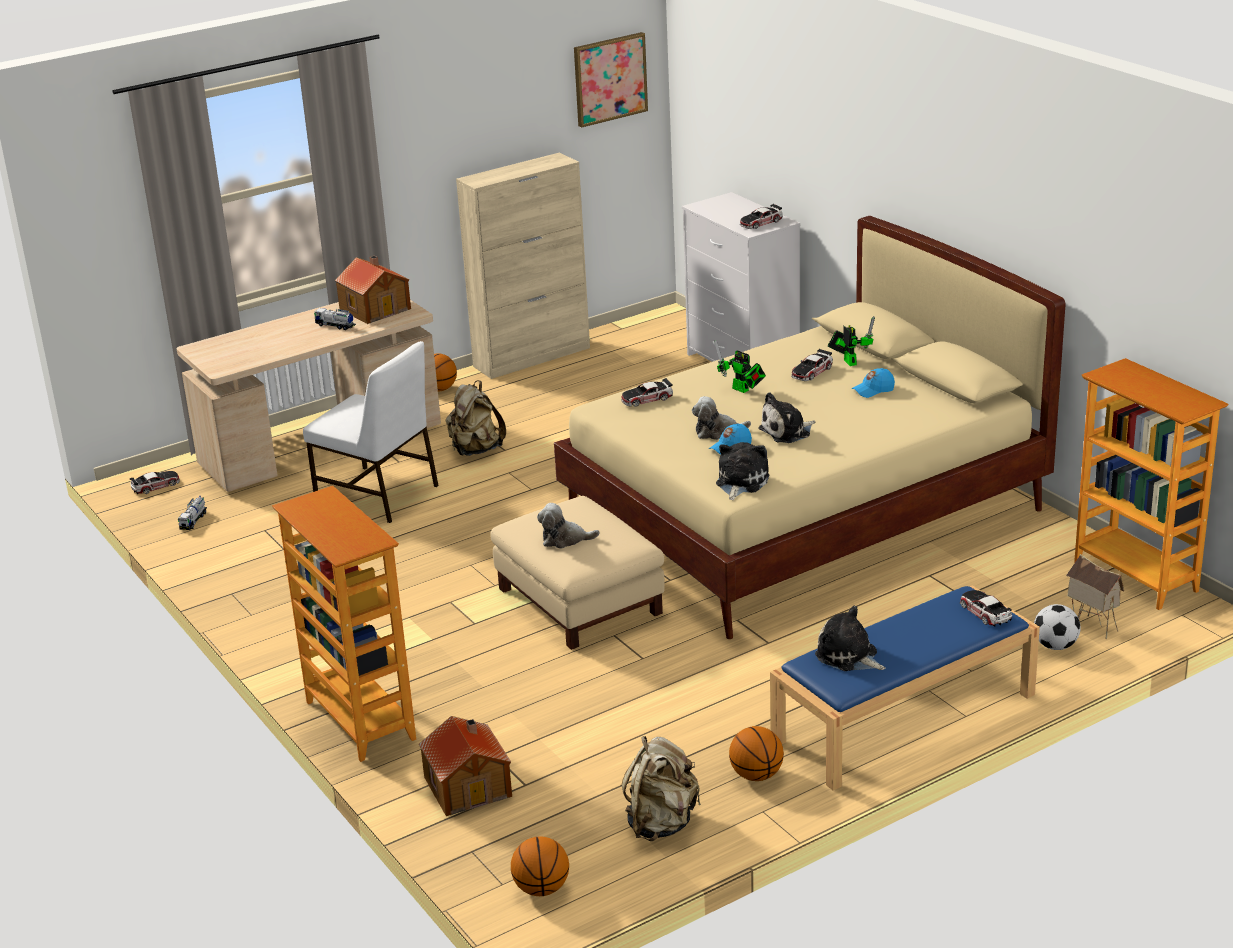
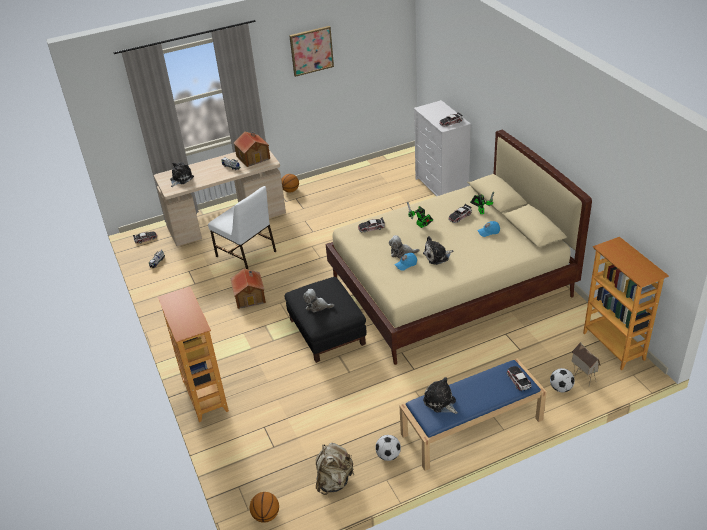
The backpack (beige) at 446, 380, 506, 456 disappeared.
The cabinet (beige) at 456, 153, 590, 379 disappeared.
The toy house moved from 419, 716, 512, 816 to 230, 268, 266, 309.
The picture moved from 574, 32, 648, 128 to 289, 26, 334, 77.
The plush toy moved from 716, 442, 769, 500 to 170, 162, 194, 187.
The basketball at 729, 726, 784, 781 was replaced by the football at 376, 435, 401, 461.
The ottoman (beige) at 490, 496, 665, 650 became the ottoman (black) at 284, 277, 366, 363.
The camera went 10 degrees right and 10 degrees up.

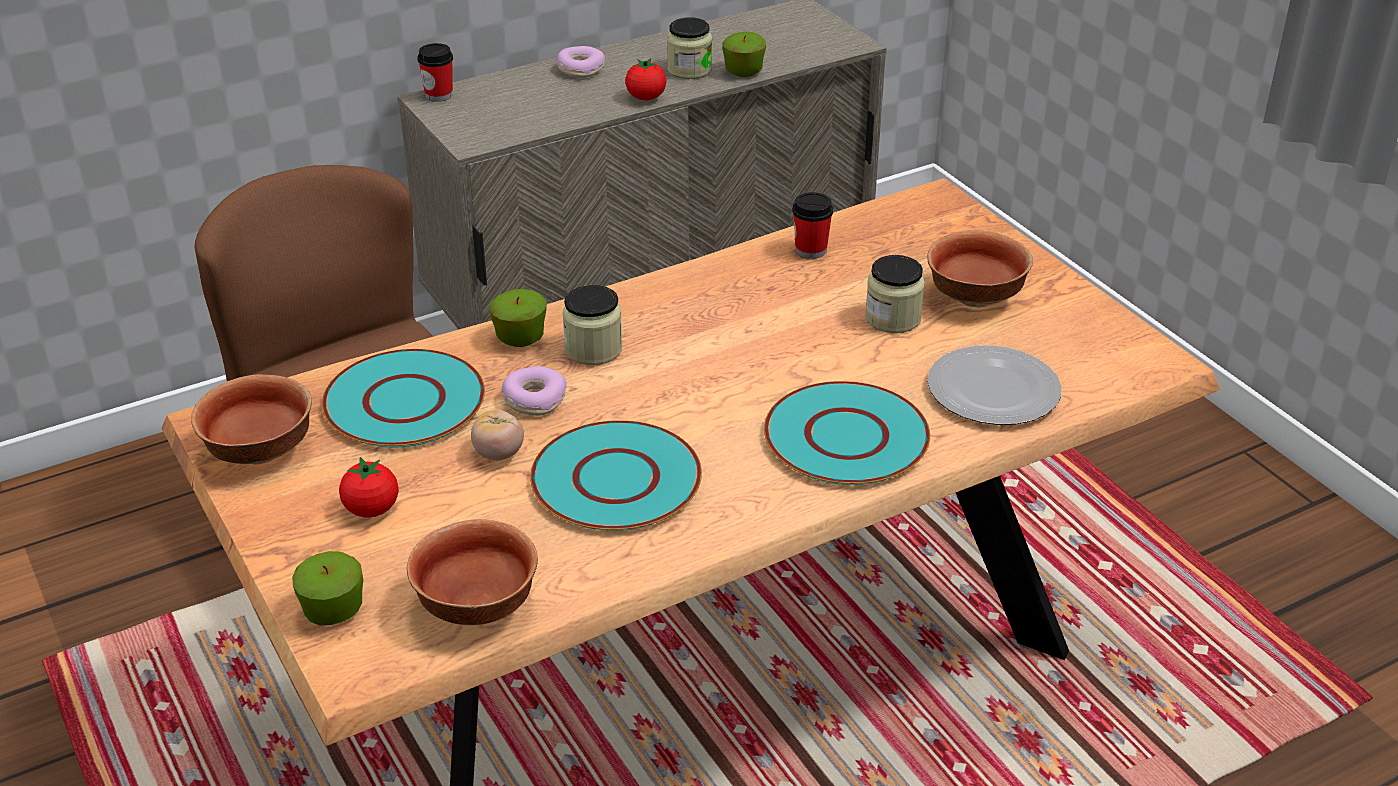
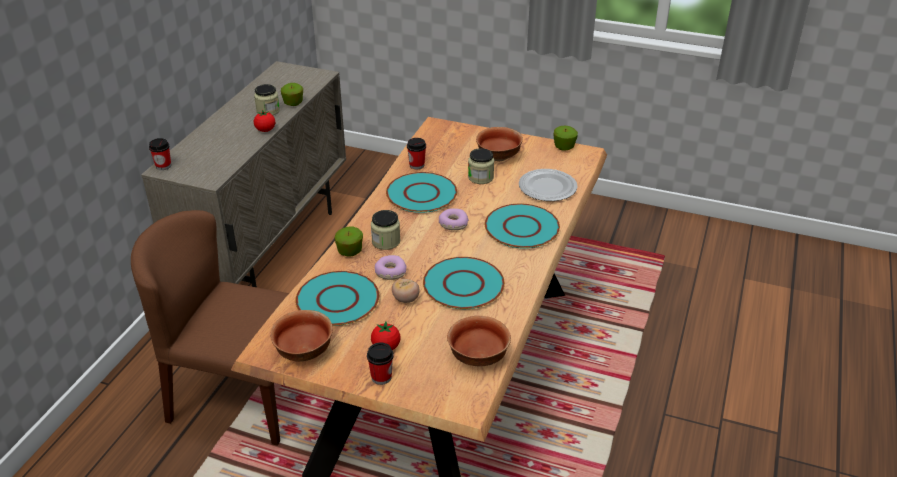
The cup at 367, 343, 394, 385 appeared.
The plate (turquoise) at 386, 172, 457, 213 appeared.
The apple moved from 292, 551, 363, 625 to 553, 126, 578, 151.
The donut moved from 556, 46, 605, 78 to 439, 208, 469, 230.
The camera went 40 degrees left and 0 degrees up.

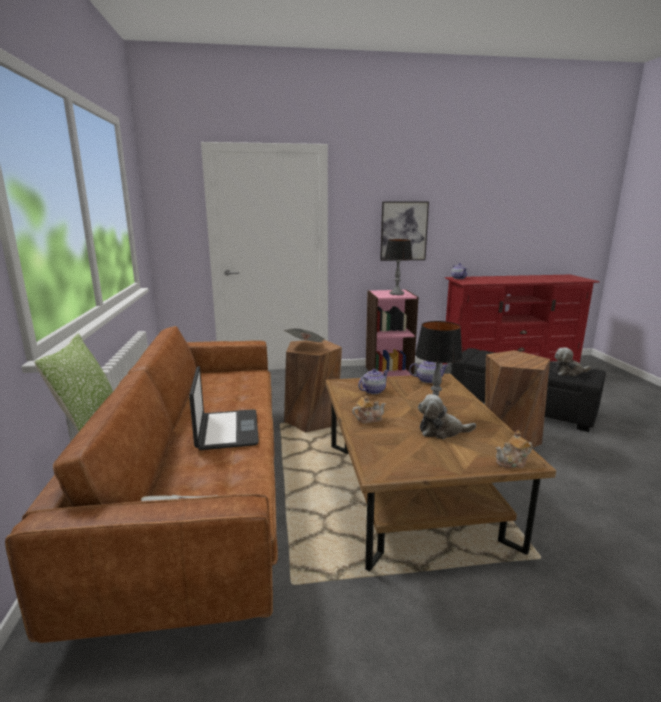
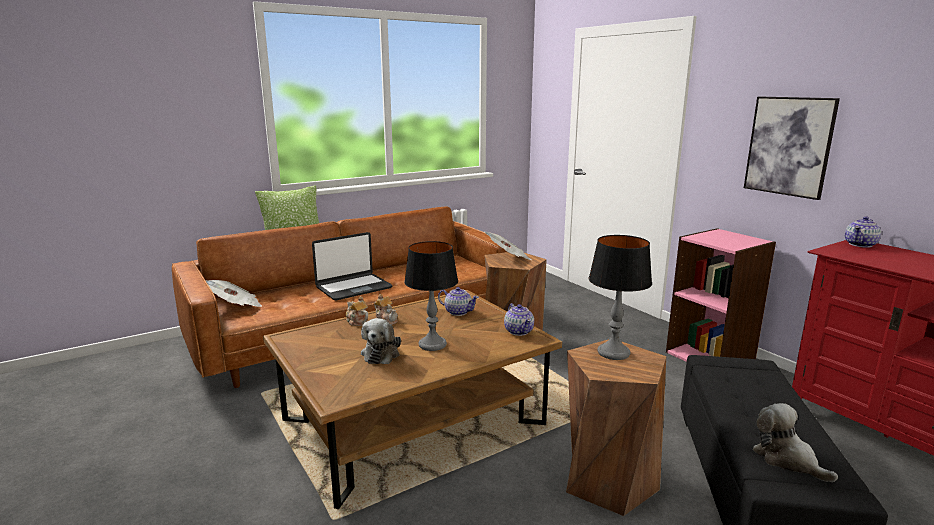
The table lamp moved from 385, 239, 412, 295 to 589, 235, 652, 360.
The teapot moved from 496, 430, 533, 468 to 346, 296, 368, 326.
The plush toy at 418, 394, 476, 439 turned 150 degrees counterclockwise.
The camera went 65 degrees right and 0 degrees up.

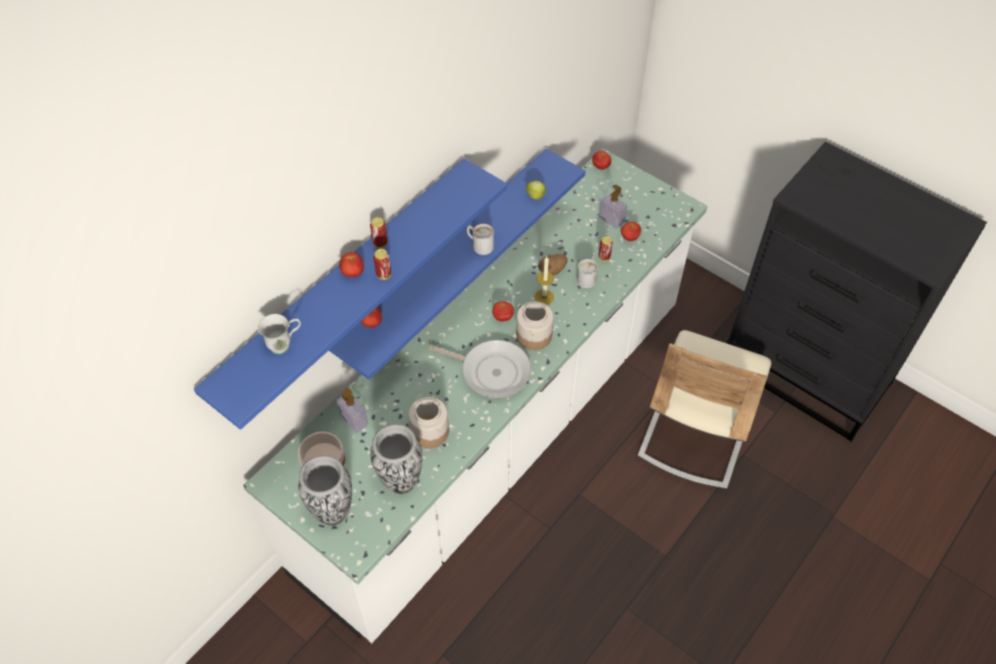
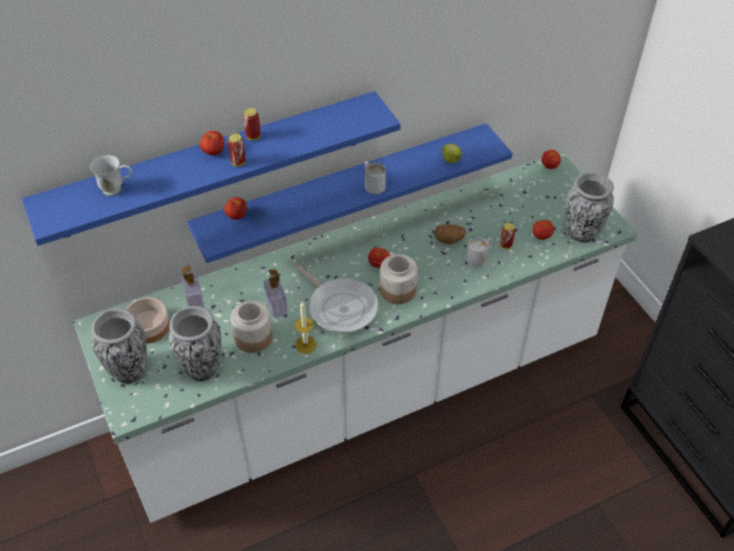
The chair (beige) at 637, 330, 771, 489 disappeared.
The vase at 565, 172, 614, 243 appeared.
The candle moved from 535, 257, 554, 305 to 295, 301, 317, 354.
The soap dispenser moved from 599, 184, 627, 229 to 264, 269, 288, 318.
The camera went 25 degrees right and 5 degrees down.

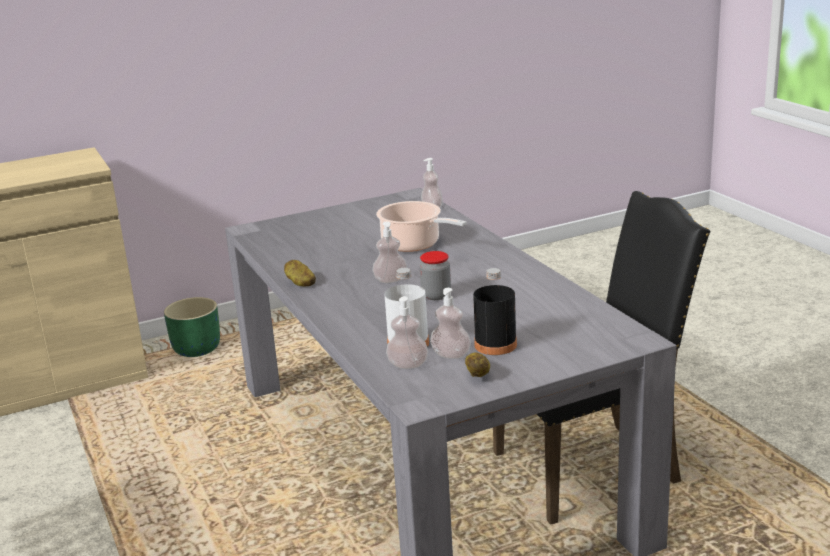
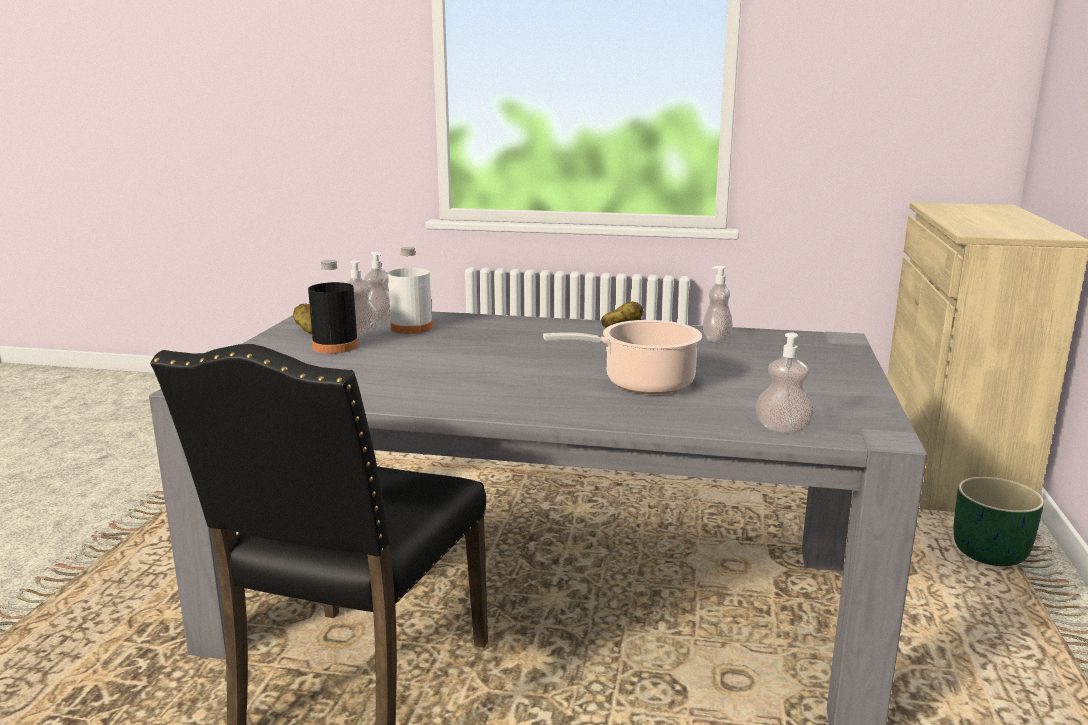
The jar at 420, 251, 451, 300 disappeared.
The soap dispenser moved from 372, 221, 407, 283 to 703, 266, 733, 342.
The camera went 125 degrees right and 5 degrees down.

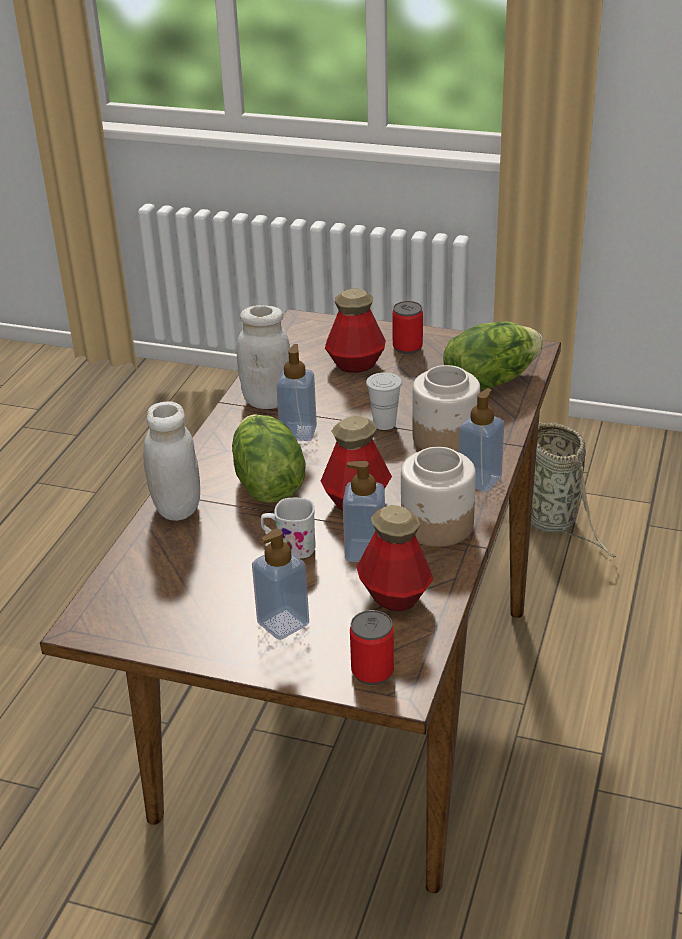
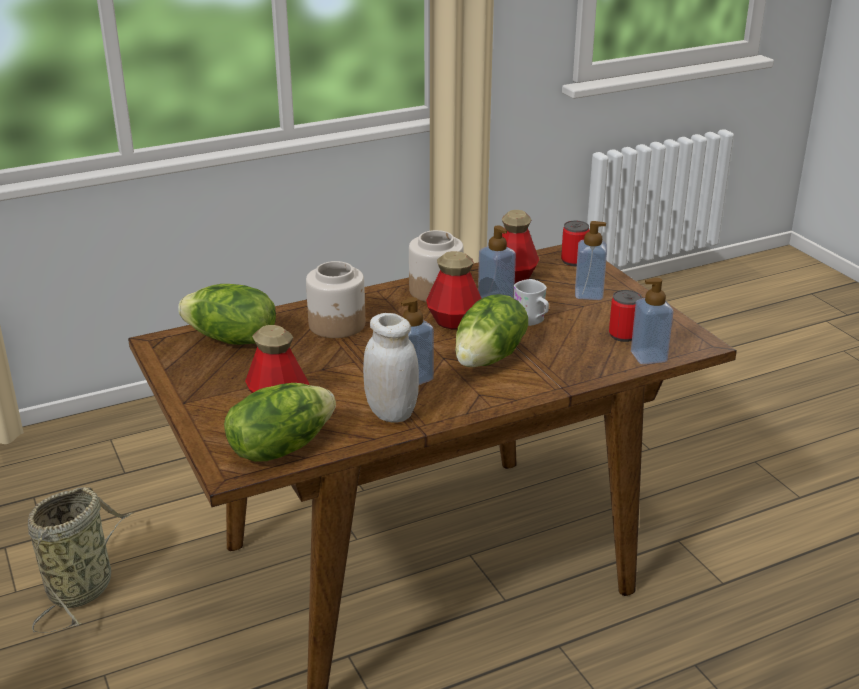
The jar (white) at 143, 401, 200, 521 disappeared.
The cup (white) at 366, 372, 402, 430 disappeared.
The lettuce at 224, 383, 336, 462 appeared.
The can moved from 392, 301, 423, 354 to 609, 290, 642, 342.
The soap dispenser moved from 459, 388, 504, 492 to 631, 278, 673, 364.
The camera went 135 degrees left and 5 degrees down.

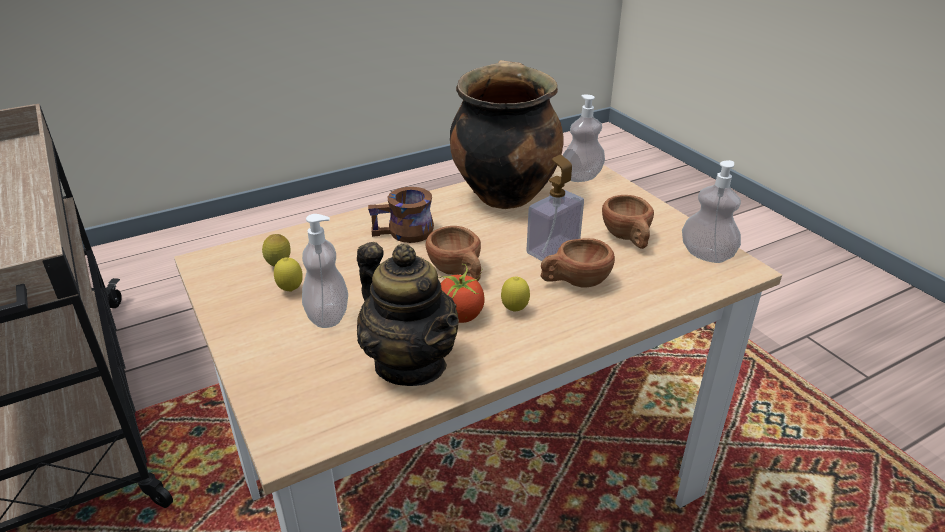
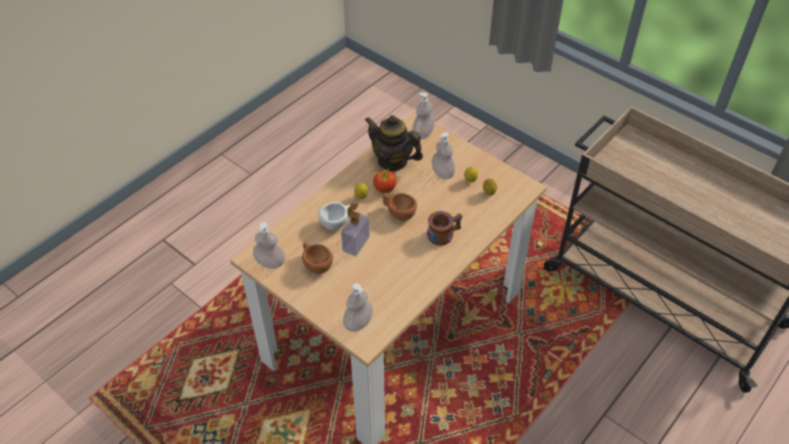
The cooking pot at 450, 60, 564, 209 disappeared.
The soap dispenser at 413, 92, 435, 139 appeared.
The cup (brown) at 541, 238, 615, 288 became the cup (white) at 318, 202, 355, 230.
The camera went 160 degrees right and 15 degrees up.

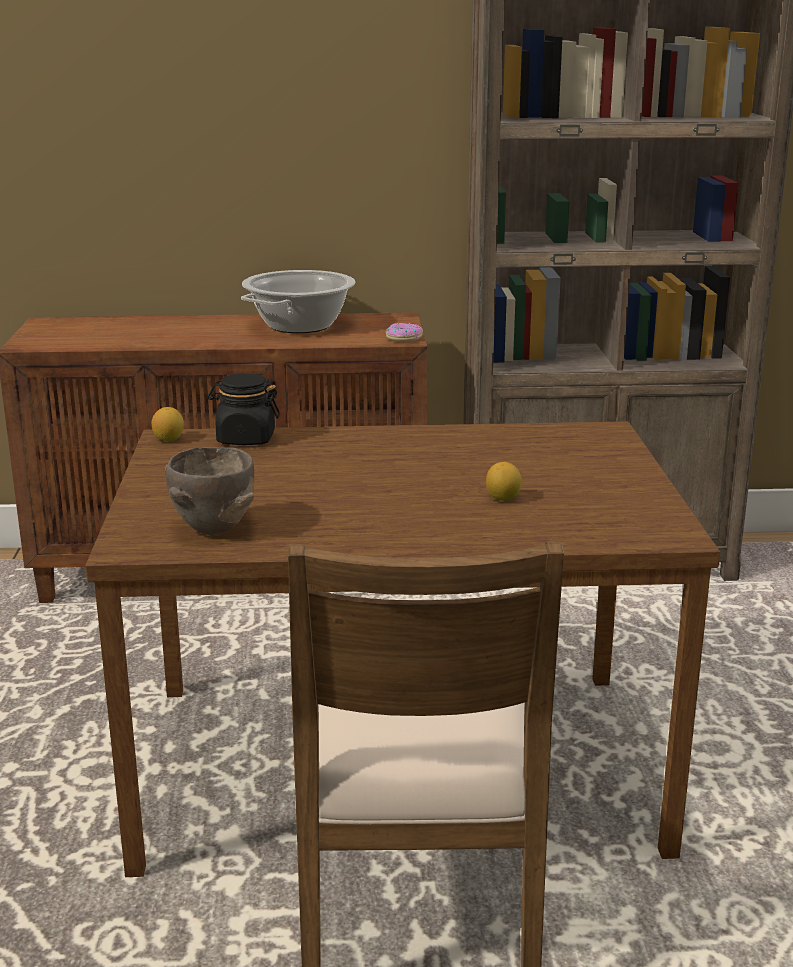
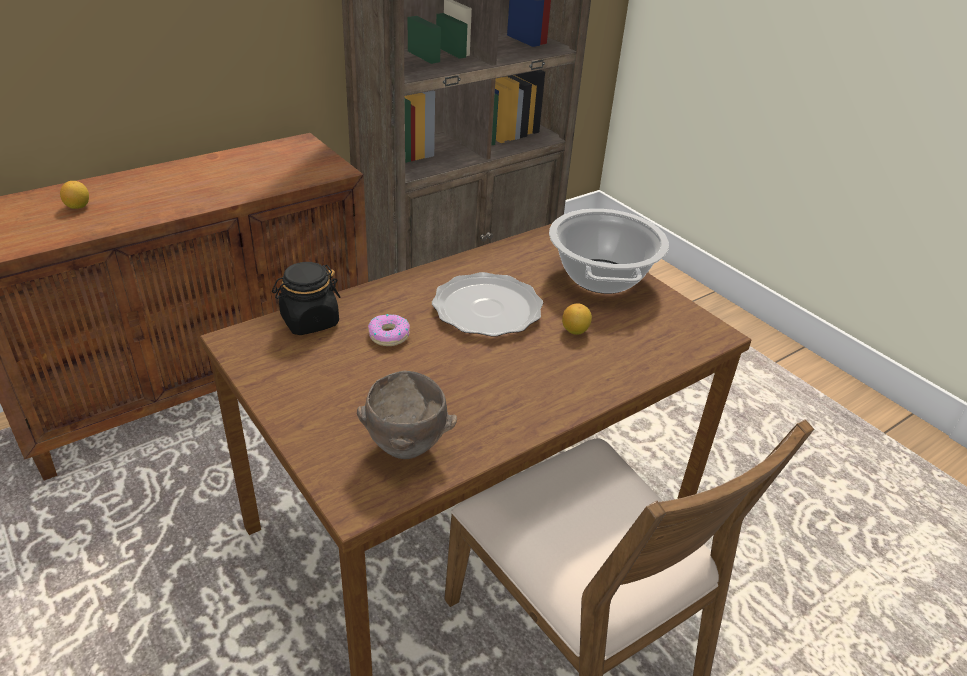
The plate at 432, 272, 543, 336 appeared.
The lemon moved from 152, 407, 184, 441 to 60, 181, 89, 209.
The cooking pot moved from 241, 270, 355, 333 to 549, 209, 669, 294.
The donut moved from 386, 323, 423, 342 to 368, 314, 410, 346.
The camera went 35 degrees left and 15 degrees up.

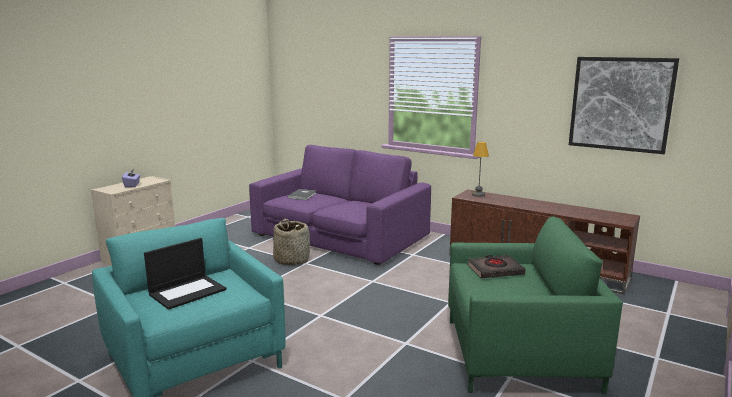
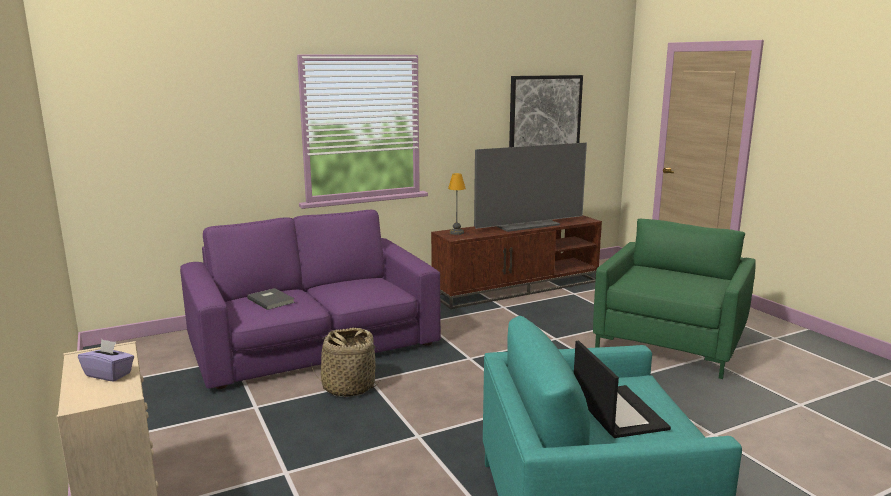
The book (black) at 467, 255, 525, 278 disappeared.
The television at 474, 143, 587, 232 appeared.
The camera went 60 degrees left and 0 degrees up.

